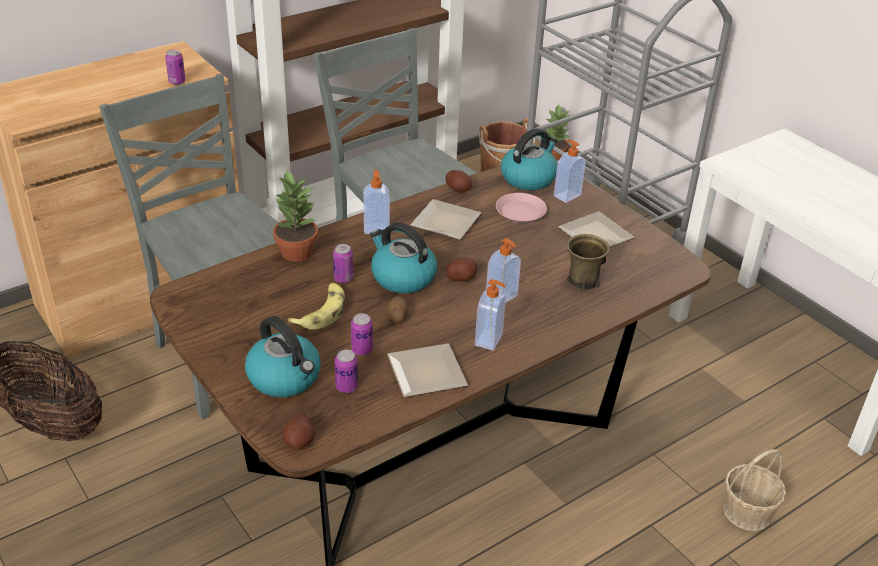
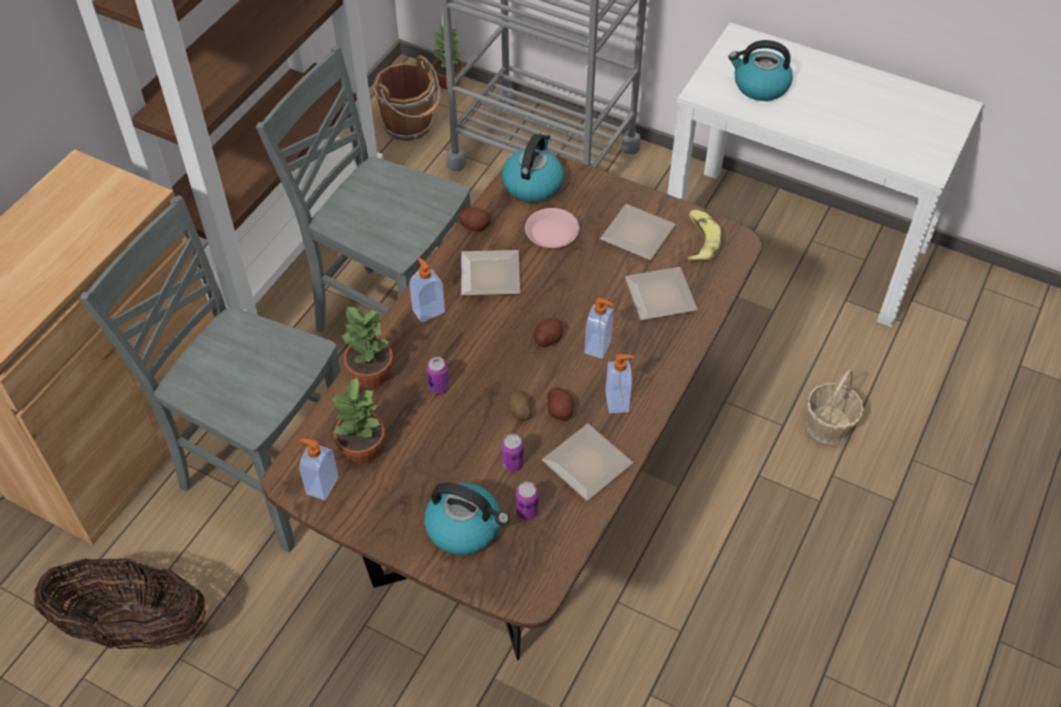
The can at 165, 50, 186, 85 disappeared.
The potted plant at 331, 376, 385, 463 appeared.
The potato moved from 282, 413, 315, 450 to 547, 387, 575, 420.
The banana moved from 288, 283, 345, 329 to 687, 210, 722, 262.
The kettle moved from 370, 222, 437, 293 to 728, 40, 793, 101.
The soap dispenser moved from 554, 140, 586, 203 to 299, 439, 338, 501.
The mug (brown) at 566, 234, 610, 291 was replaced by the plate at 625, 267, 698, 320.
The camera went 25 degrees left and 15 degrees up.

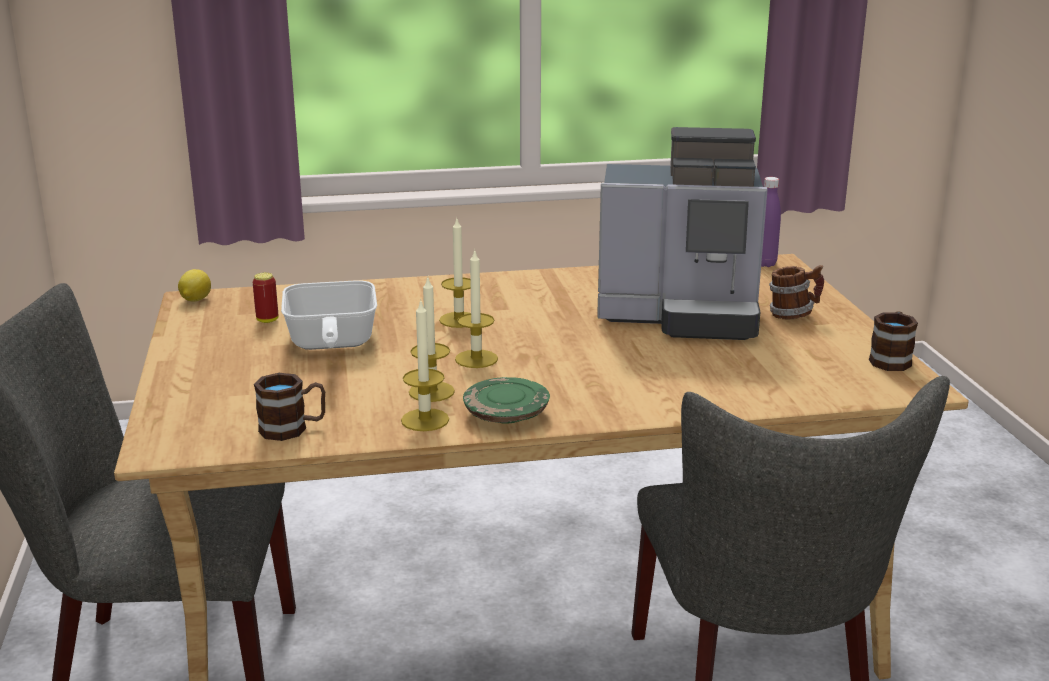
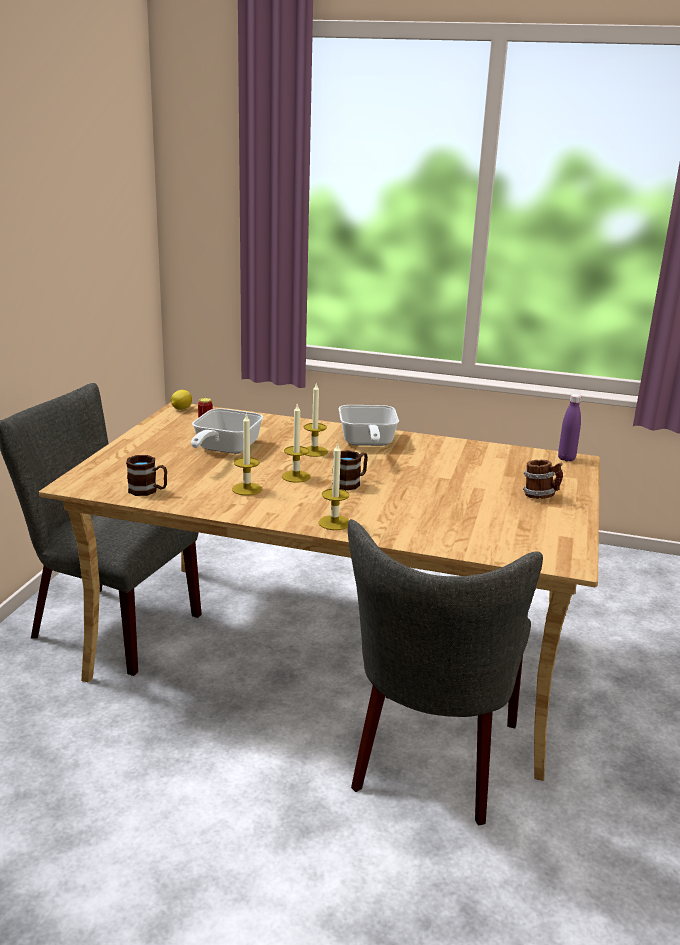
The plate (green) at 463, 377, 550, 424 disappeared.
The coffee machine at 597, 127, 768, 340 disappeared.
The frying pan at 339, 405, 399, 446 appeared.
The candle moved from 401, 299, 449, 431 to 319, 442, 350, 530.
The mug (brown) moved from 869, 311, 918, 371 to 332, 450, 368, 490.
The camera went 25 degrees right and 0 degrees up.

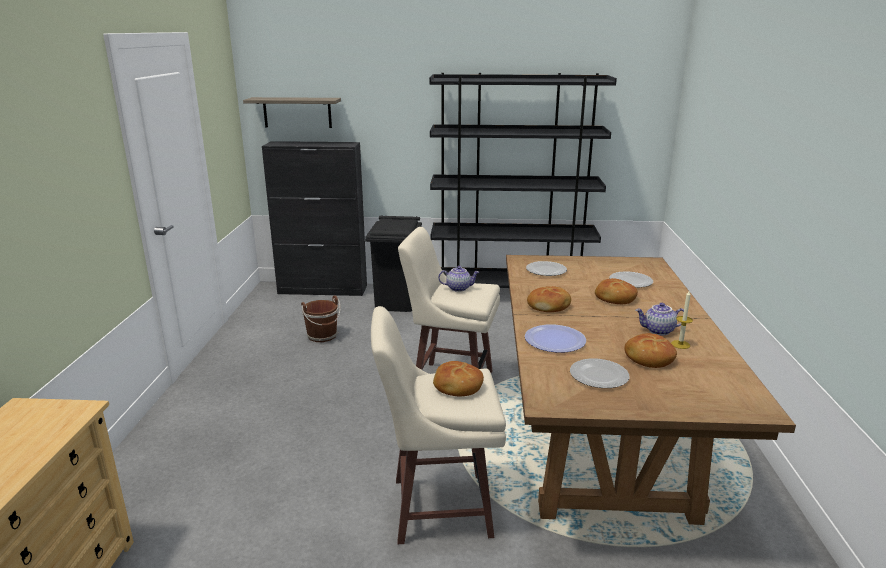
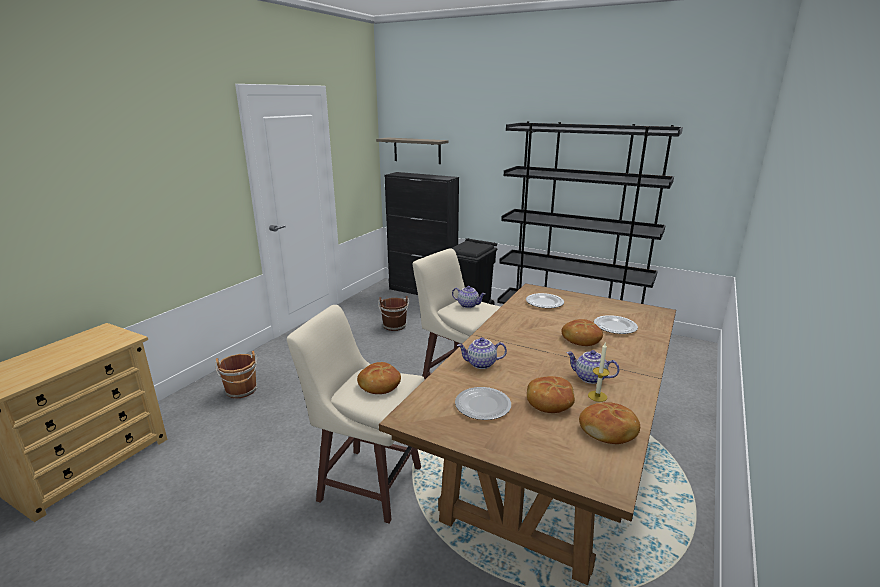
The bucket (brown) at 215, 351, 257, 399 appeared.
The bread moved from 527, 286, 571, 312 to 579, 402, 640, 444.
The plate at 525, 324, 586, 353 was replaced by the teapot at 457, 337, 507, 369.
The camera went 25 degrees right and 0 degrees up.

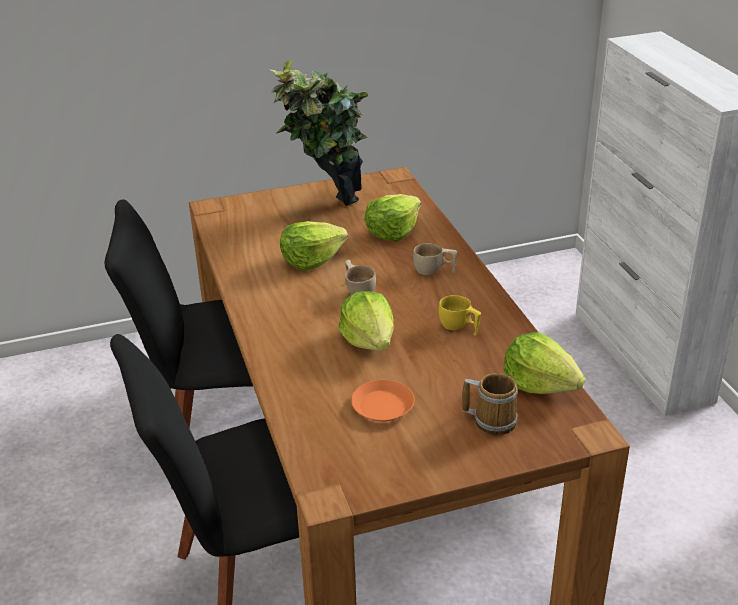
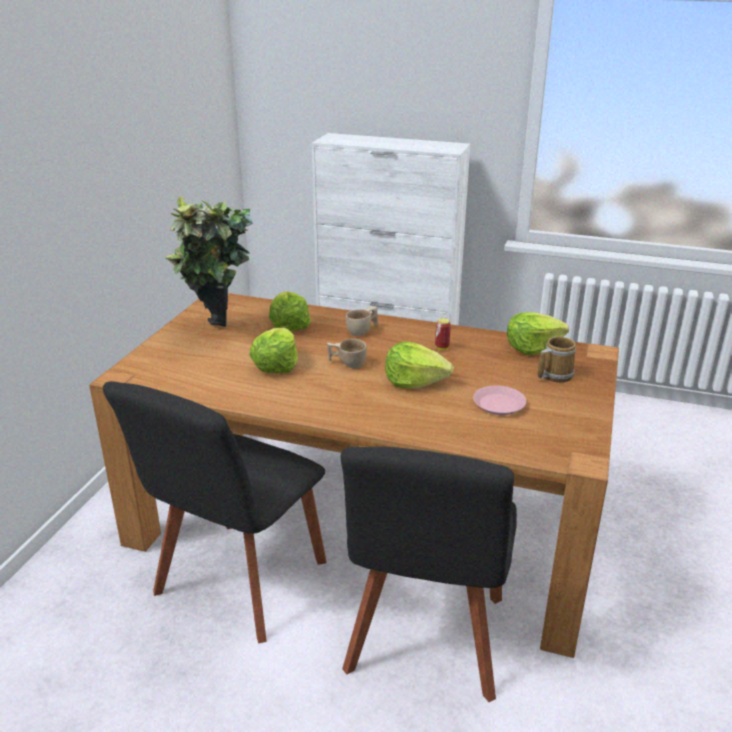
The cup (yellow) at 438, 295, 481, 336 was replaced by the can at 435, 318, 451, 350.
The plate (orange) at 351, 380, 415, 421 became the plate (pink) at 473, 386, 526, 415.
The camera went 55 degrees left and 5 degrees down.

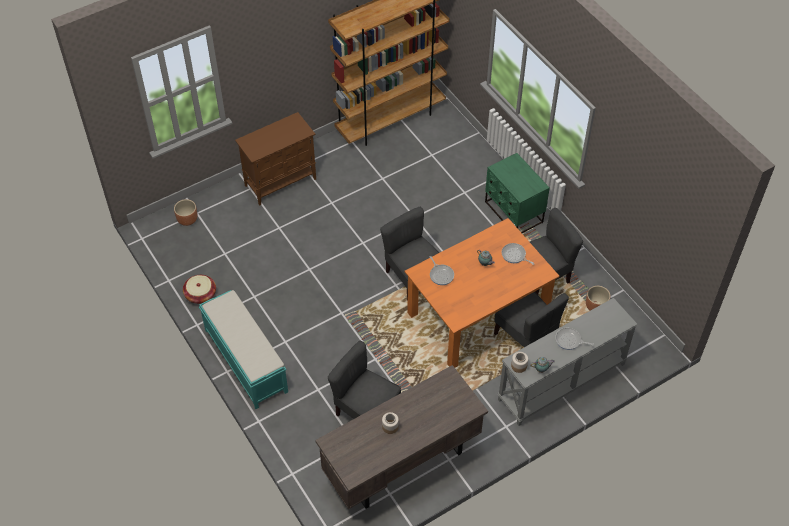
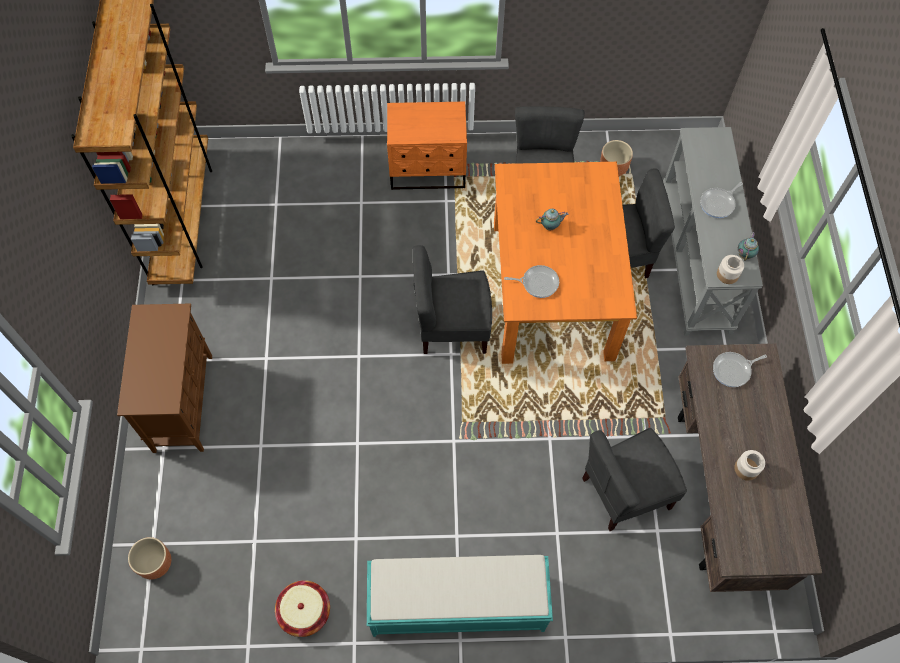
The frying pan moved from 502, 243, 535, 265 to 713, 352, 767, 387.
The nightstand (green) at 485, 153, 550, 233 became the nightstand (orange) at 387, 102, 467, 190.
The camera went 60 degrees left and 10 degrees up.

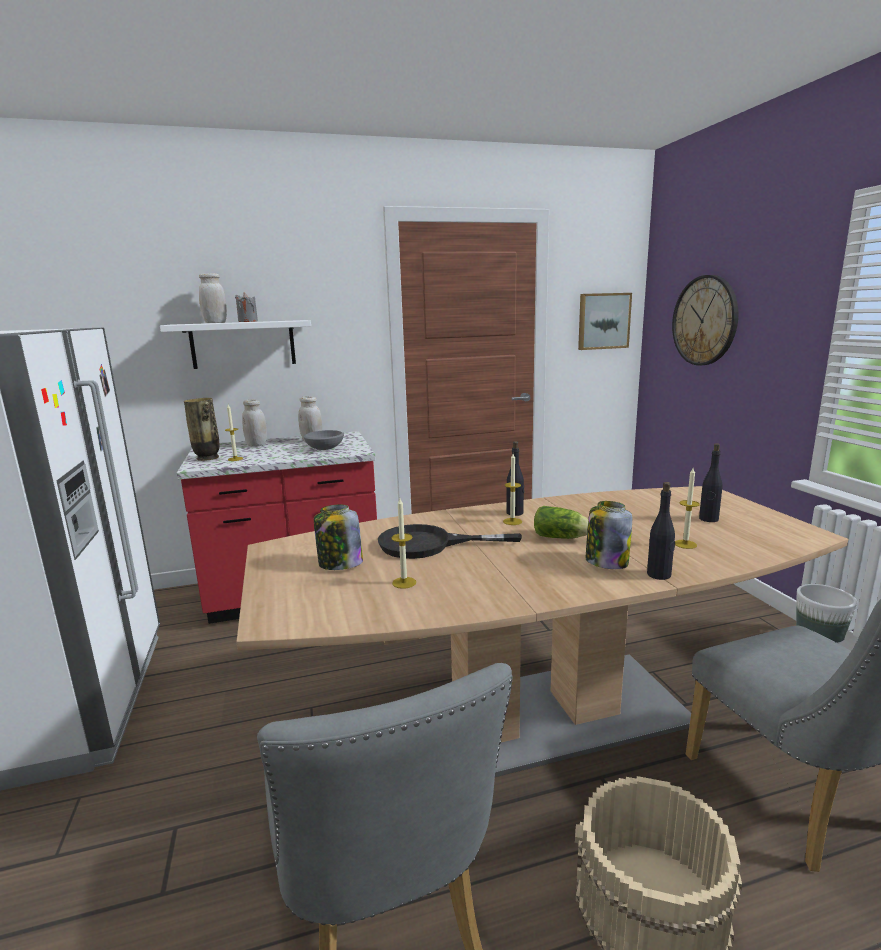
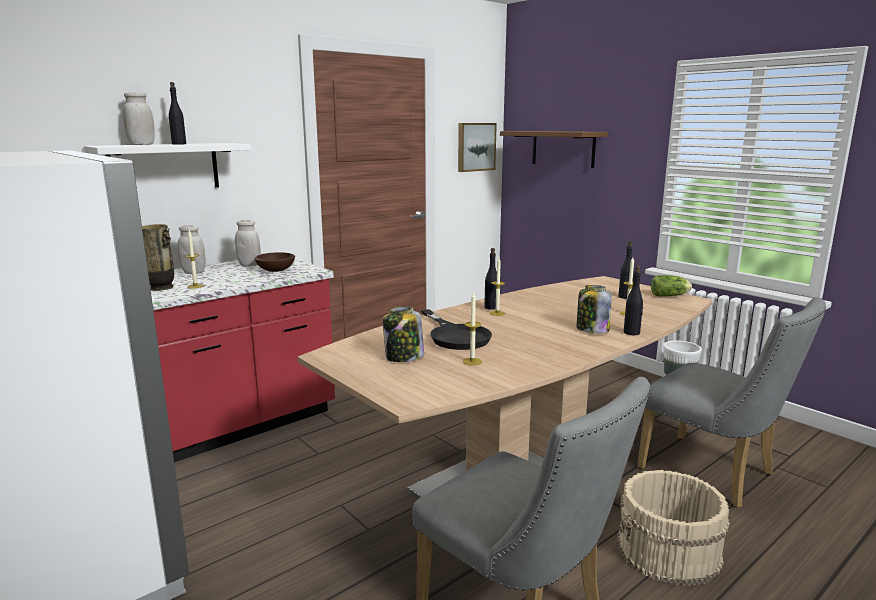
The lettuce moved from 534, 506, 588, 539 to 651, 275, 692, 297.
The candle (grey) at 235, 293, 258, 322 was replaced by the bottle (black) at 169, 82, 186, 145.
The wall clock at 672, 275, 738, 365 was replaced by the shelf (brown) at 500, 131, 608, 168.
The bowl (grey) at 303, 430, 344, 450 became the bowl (brown) at 254, 252, 295, 272.
The frying pan (black) at 378, 524, 522, 559 turned 90 degrees counterclockwise.
The camera went 25 degrees left and 0 degrees up.

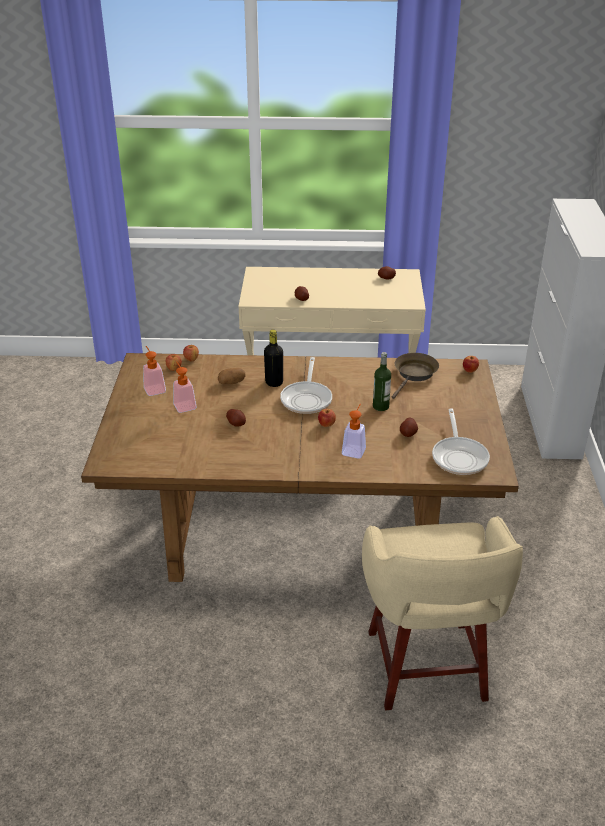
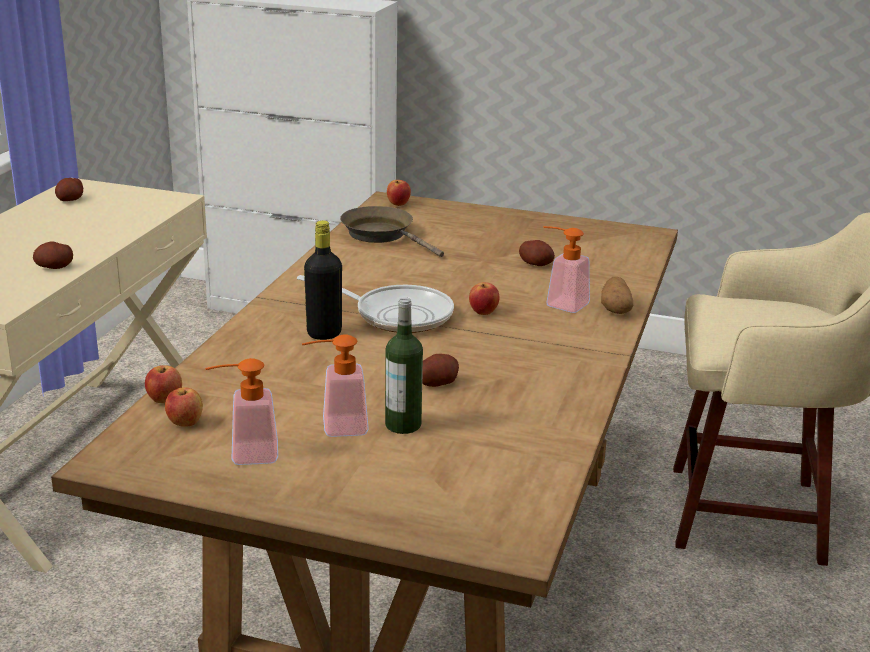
The frying pan at 432, 408, 490, 475 disappeared.
The potato moved from 218, 368, 246, 384 to 601, 277, 633, 314.
The bottle moved from 373, 352, 391, 411 to 385, 297, 423, 434.
The camera went 75 degrees left and 10 degrees down.

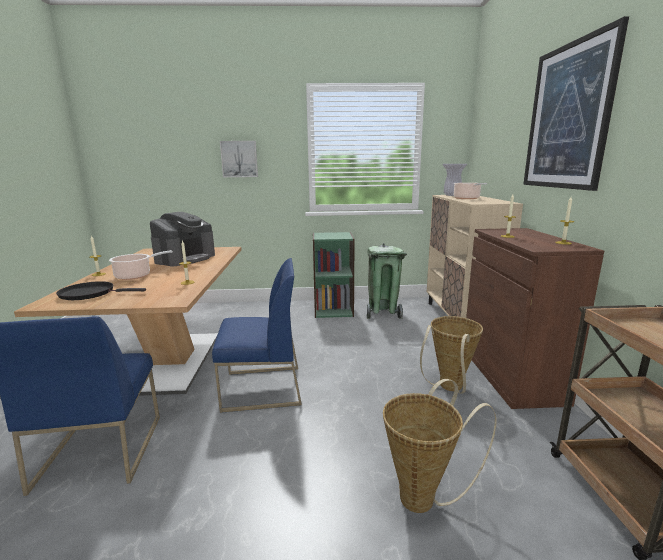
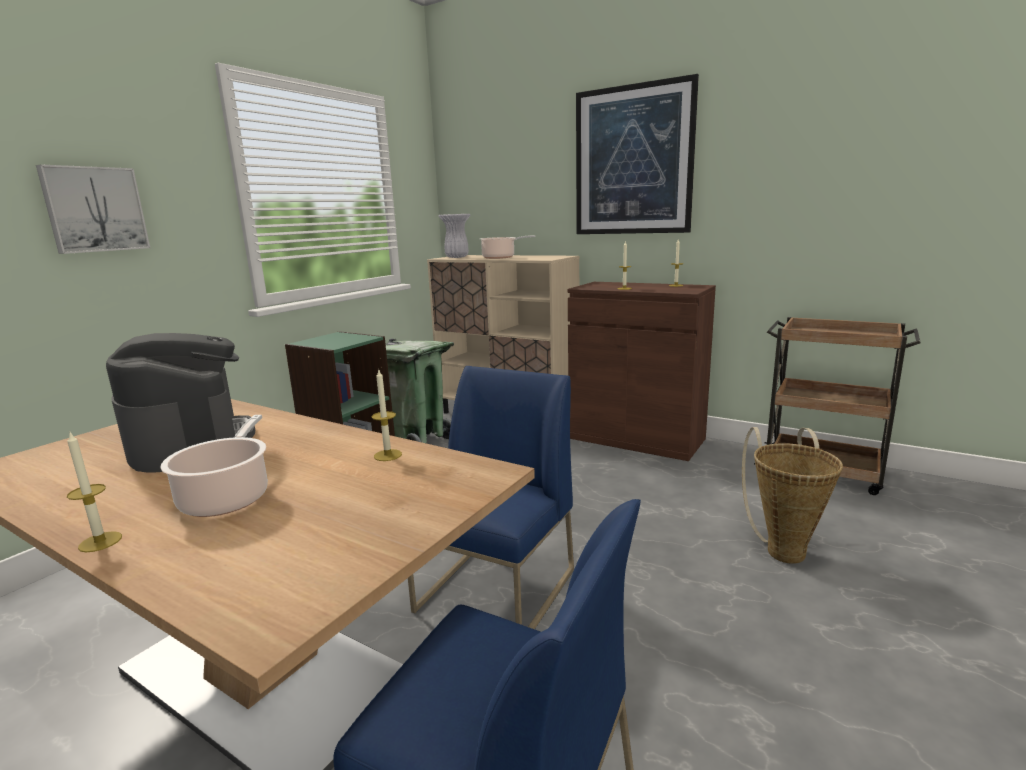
The frying pan (black) at 56, 281, 146, 300 disappeared.
The basket at 420, 316, 483, 394 disappeared.
The camera went 55 degrees left and 0 degrees up.

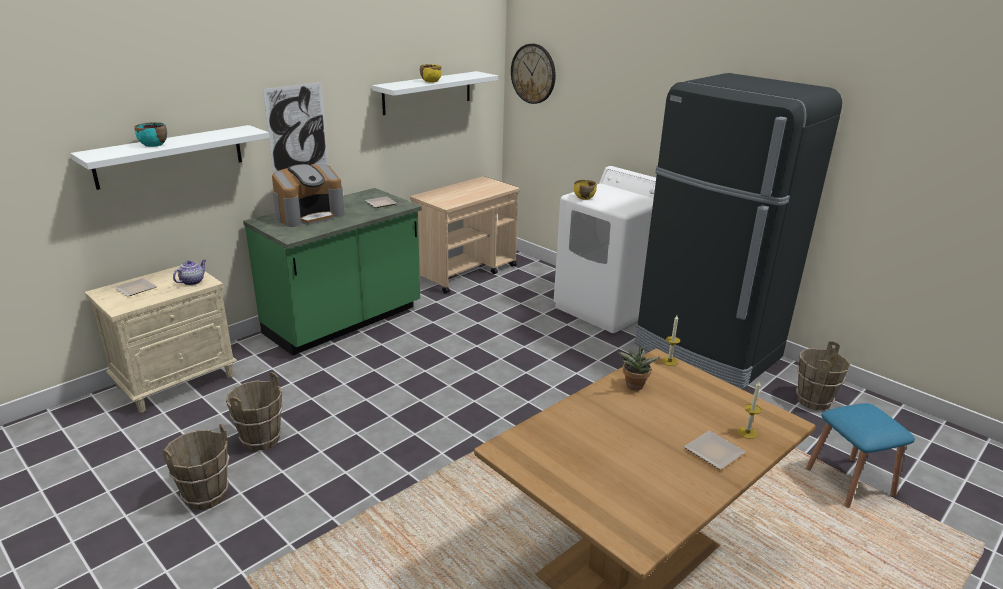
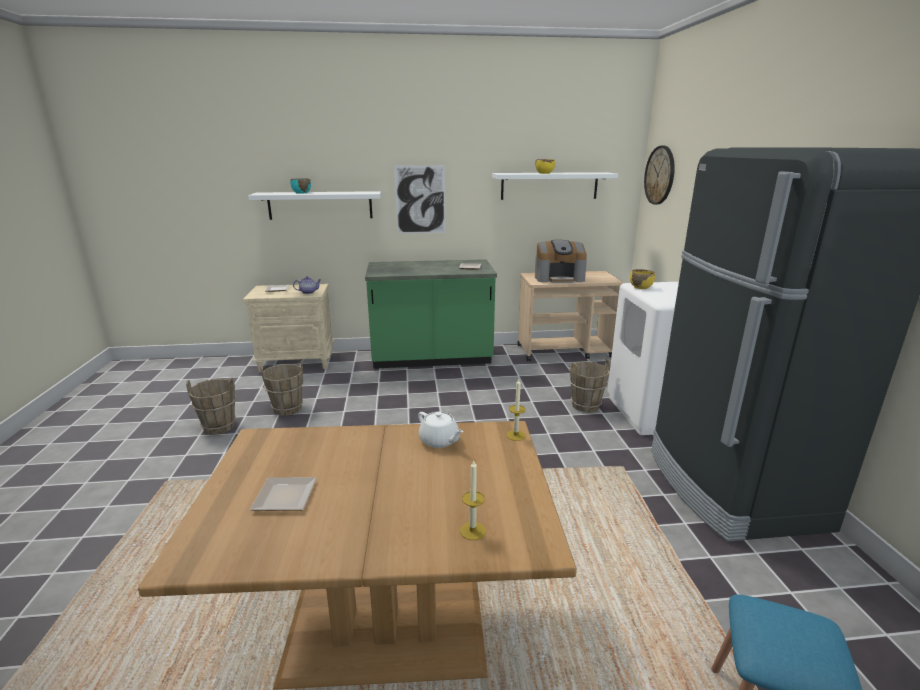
The coffee machine moved from 272, 164, 344, 227 to 535, 240, 587, 283.
The plate moved from 684, 431, 746, 470 to 250, 477, 317, 511.
The bucket (brown) moved from 796, 341, 850, 410 to 569, 359, 611, 413.
The potted plant at 616, 347, 660, 391 was replaced by the teapot (white) at 418, 412, 464, 448.
The camera went 40 degrees right and 5 degrees down.

